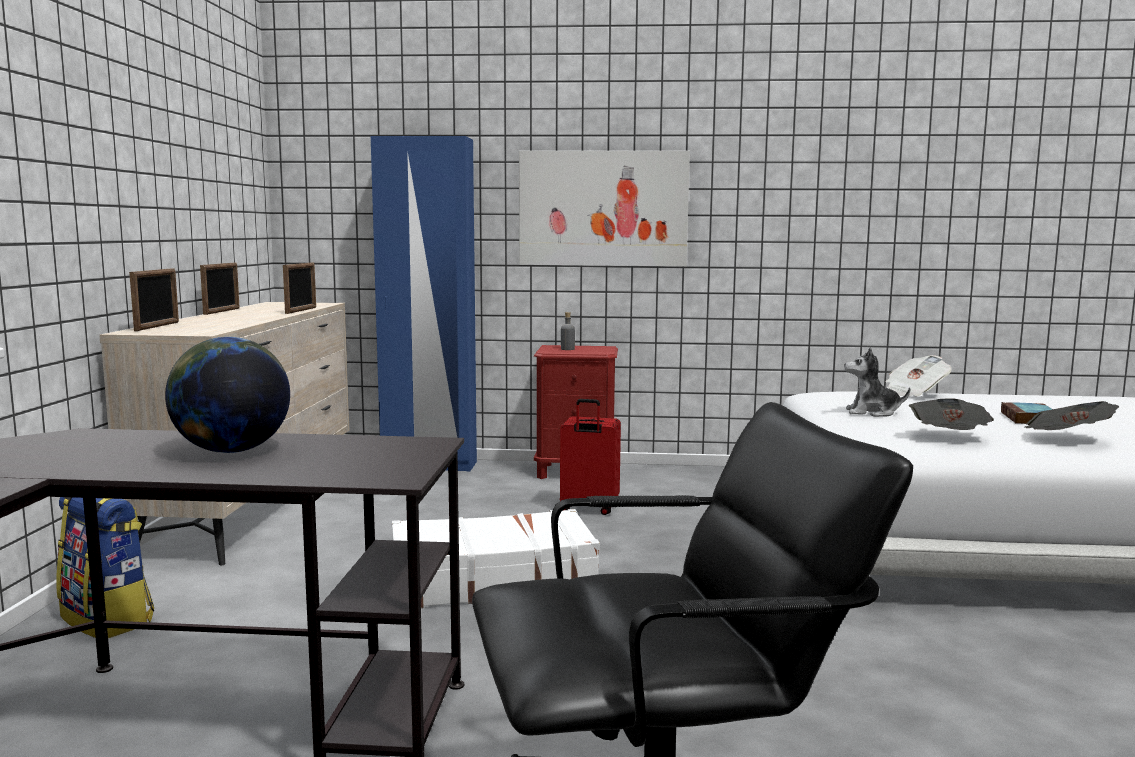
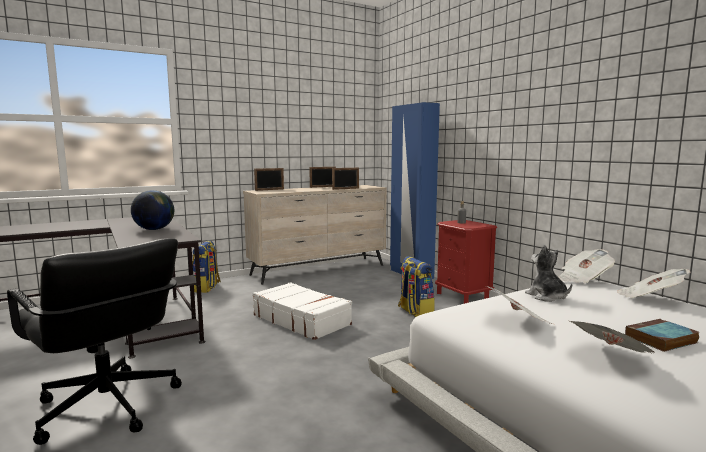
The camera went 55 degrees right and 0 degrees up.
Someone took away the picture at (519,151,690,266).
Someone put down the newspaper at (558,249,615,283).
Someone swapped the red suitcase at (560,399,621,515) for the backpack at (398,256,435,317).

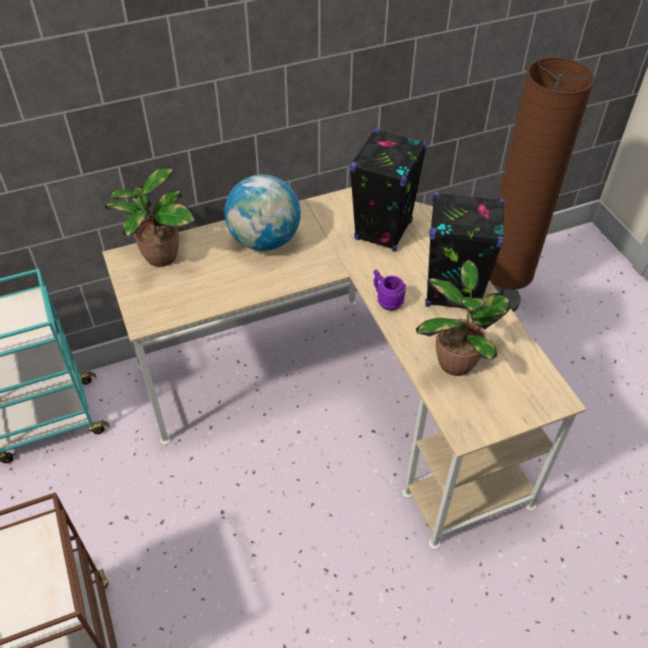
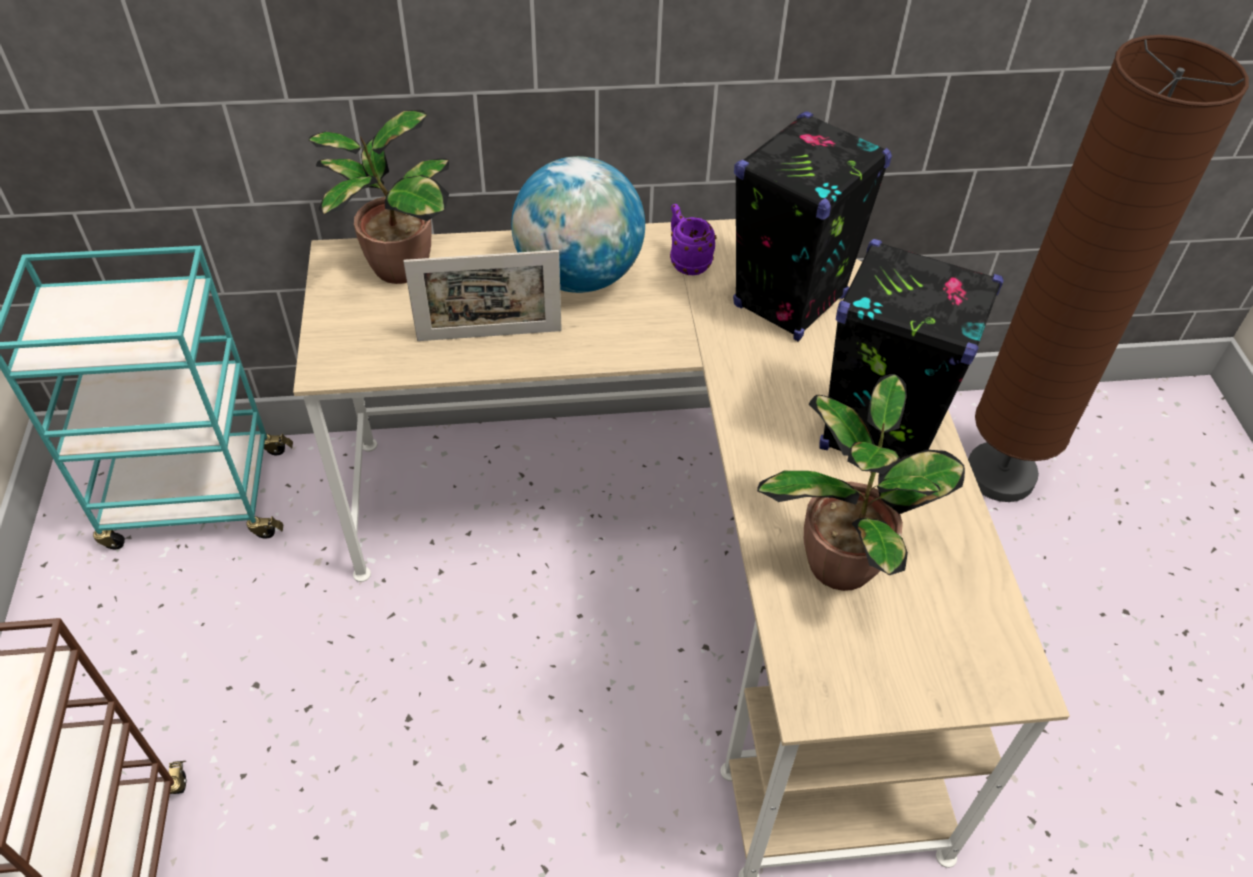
The camera went 15 degrees right and 0 degrees up.
Someone put down the picture frame at (403,250,562,341).
Someone carried the purple mug from (373,270,406,311) to (670,204,717,275).

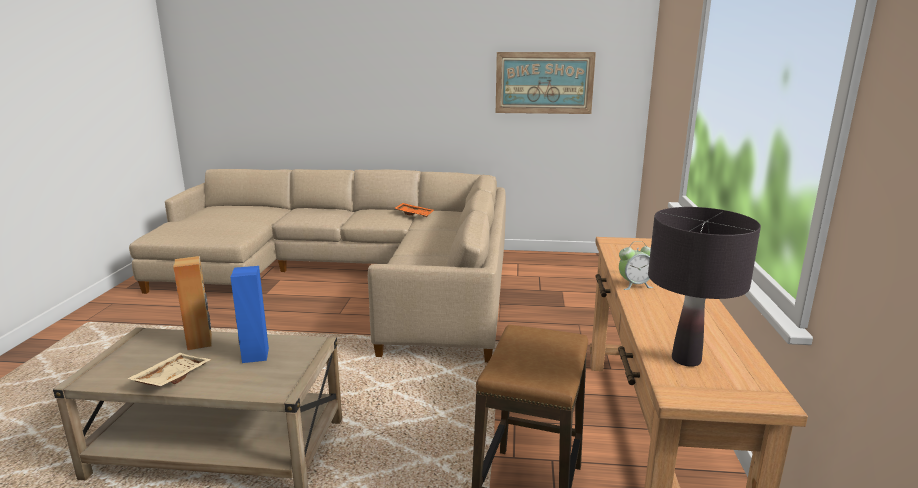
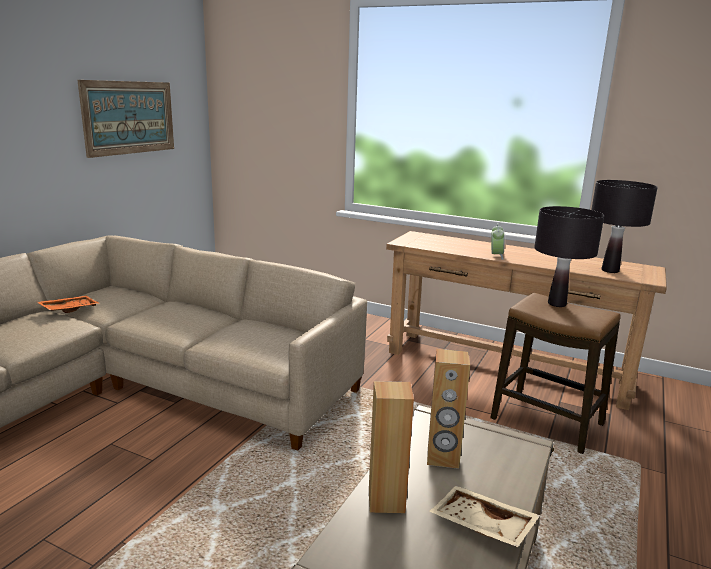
The camera went 70 degrees left and 0 degrees up.
Someone put down the black table lamp at (534,206,604,307).
Someone repainted the blue speaker at (230,266,269,363), which became the brown speaker at (427,349,470,469).

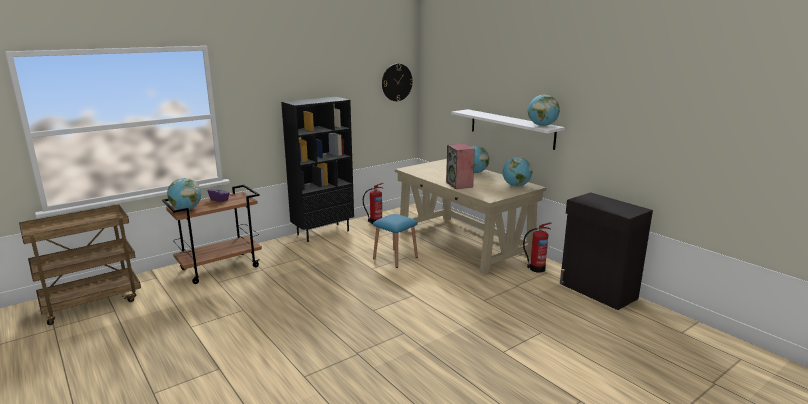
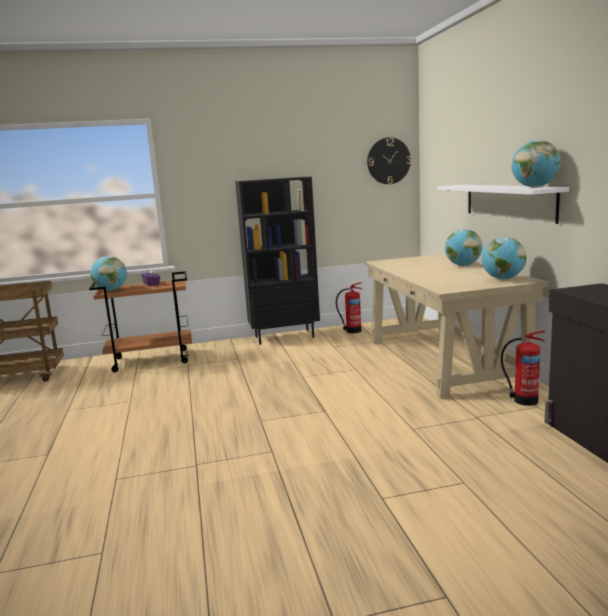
The camera went 25 degrees right and 5 degrees down.
Someone took away the blue stool at (373,214,418,268).
Someone took away the speaker at (446,144,475,189).

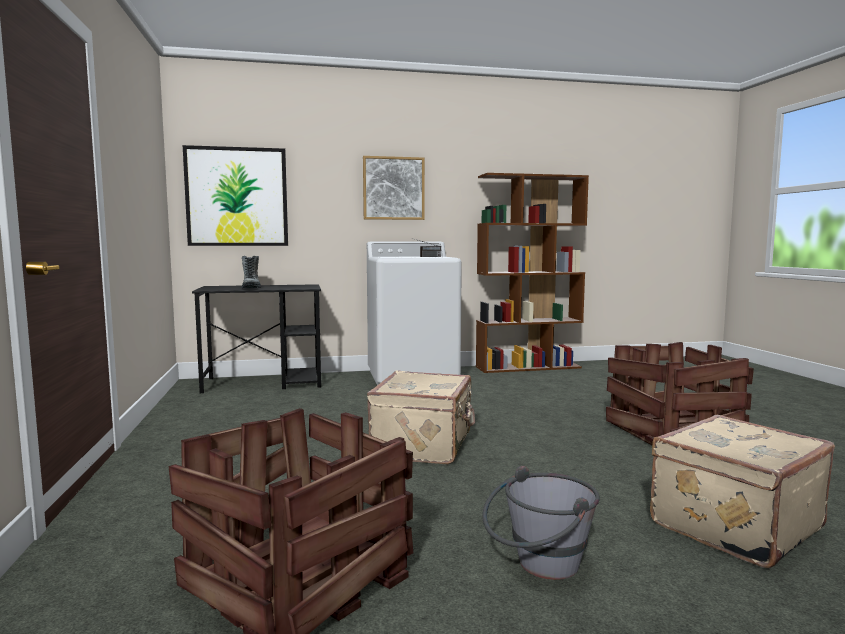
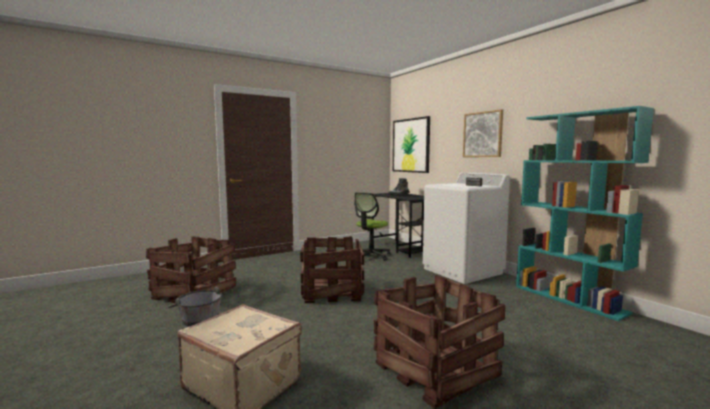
The camera went 70 degrees right and 0 degrees up.
Someone put down the office chair at (354,192,390,261).
Someone swapped the beige suitcase at (367,370,475,464) for the crate at (300,236,364,303).
Someone repainted the brown bookcase at (476,173,589,373), which became the turquoise bookcase at (516,106,654,321).

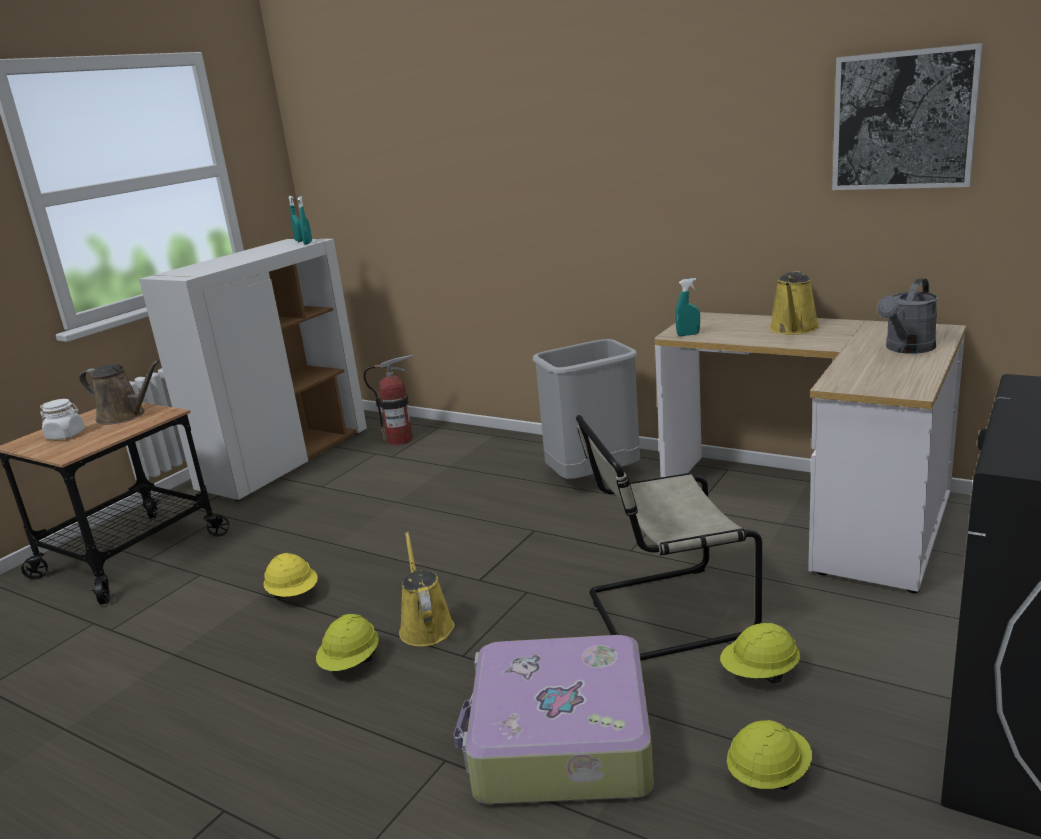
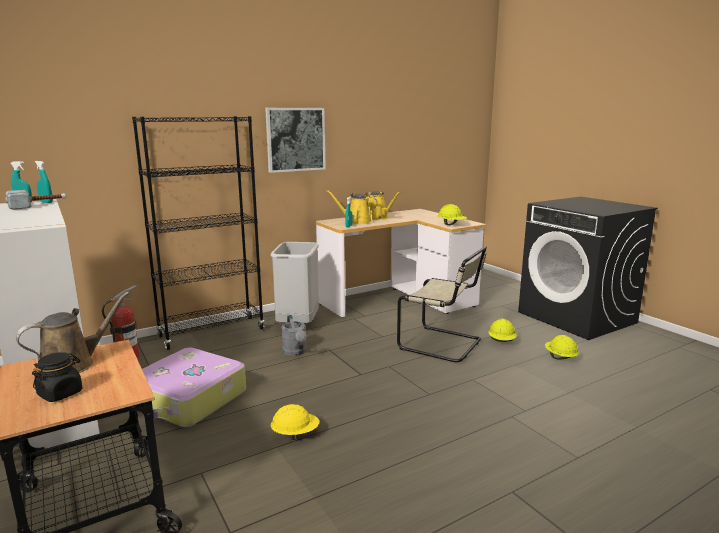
The camera went 65 degrees left and 5 degrees down.
Someone put down the hammer at (5,190,67,210).
Someone put down the black bookcase at (132,116,264,350).
Someone carried the yellow hard hat from (316,614,379,671) to (438,204,467,225).
Someone carried the yellow watering can from (399,532,454,647) to (327,190,378,224).
Someone carried the suitcase from (454,635,654,804) to (142,348,246,427).
Someone carried the picture from (832,43,983,190) to (265,108,326,173).
Someone carried the grey watering can from (877,278,938,354) to (281,315,307,356).
Someone repainted the white jar at (40,399,85,440), which became the black jar at (32,352,83,402).
Someone rotated the beige chair at (576,415,762,661) by 75 degrees counterclockwise.

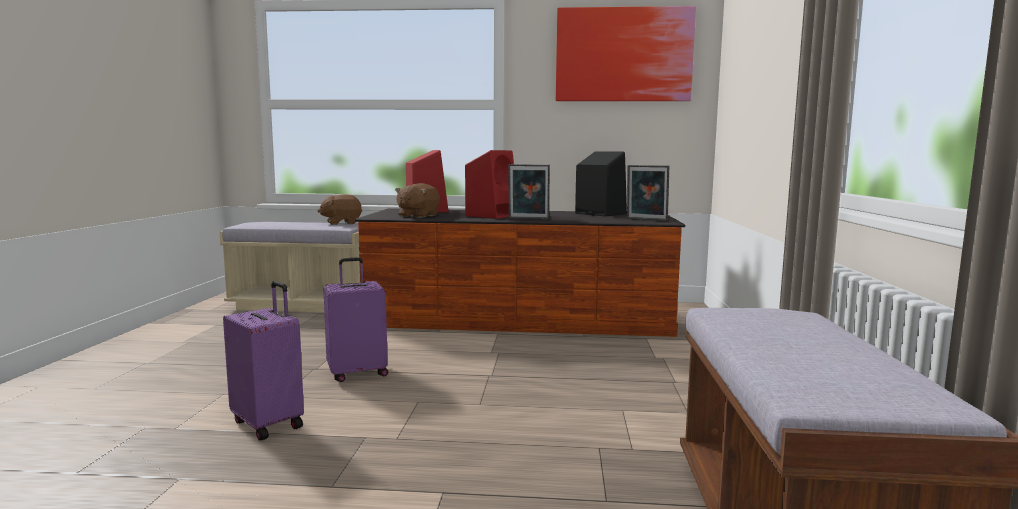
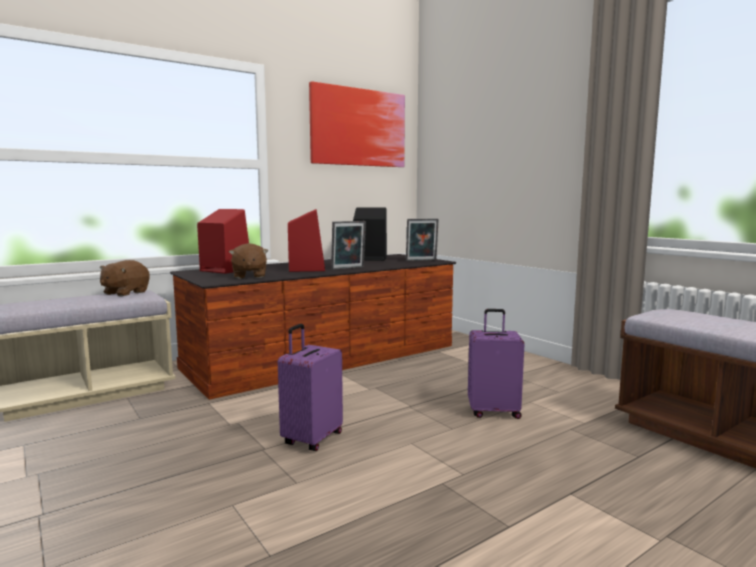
The camera went 40 degrees left and 0 degrees up.
Someone carried the purple suitcase from (223,281,304,441) to (468,309,524,419).

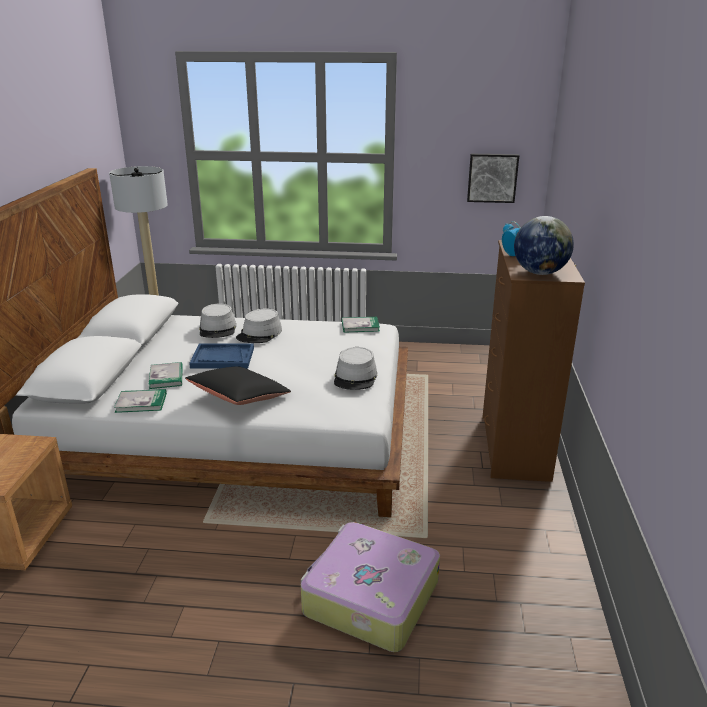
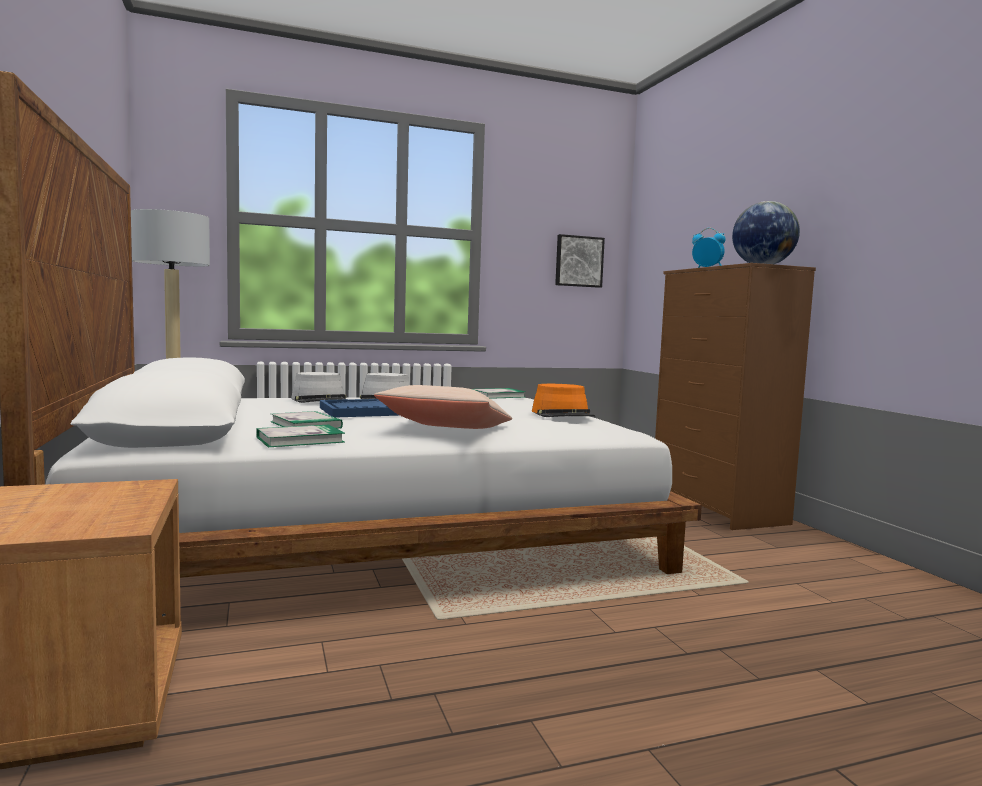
The camera went 25 degrees left and 20 degrees down.
Someone took away the suitcase at (301,522,440,652).
Someone repainted the black pillow at (185,366,291,405), which became the beige pillow at (374,385,512,429).
Someone repainted the grey hat at (334,347,377,390), which became the orange hat at (532,384,595,417).

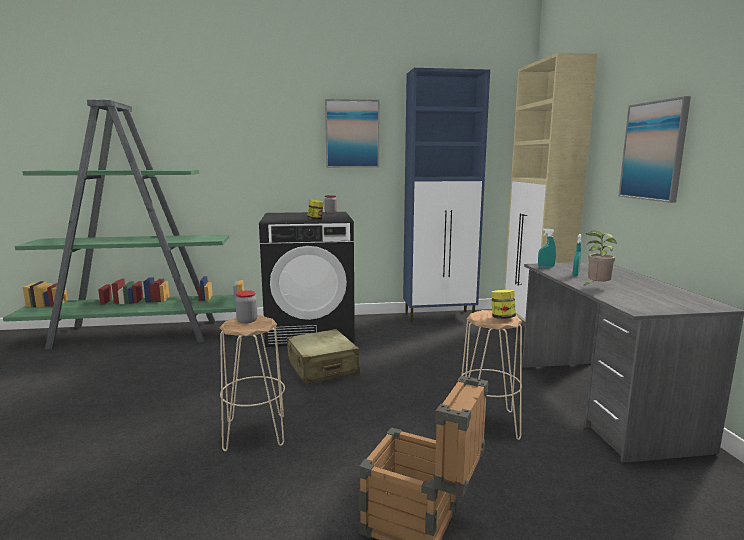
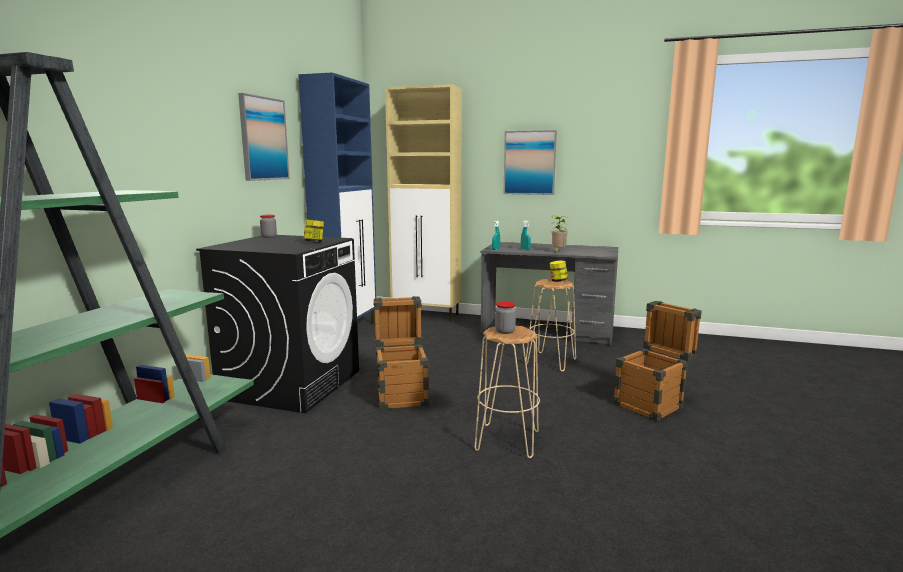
The camera went 65 degrees left and 0 degrees up.
Someone swapped the beige suitcase at (287,329,360,384) for the crate at (374,296,429,410).

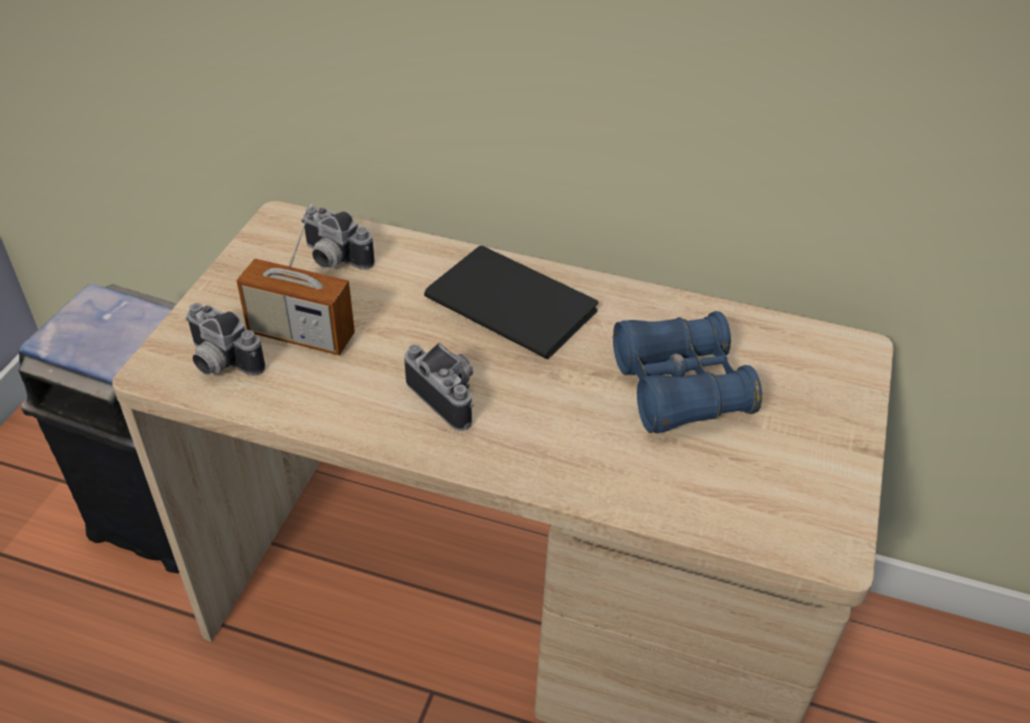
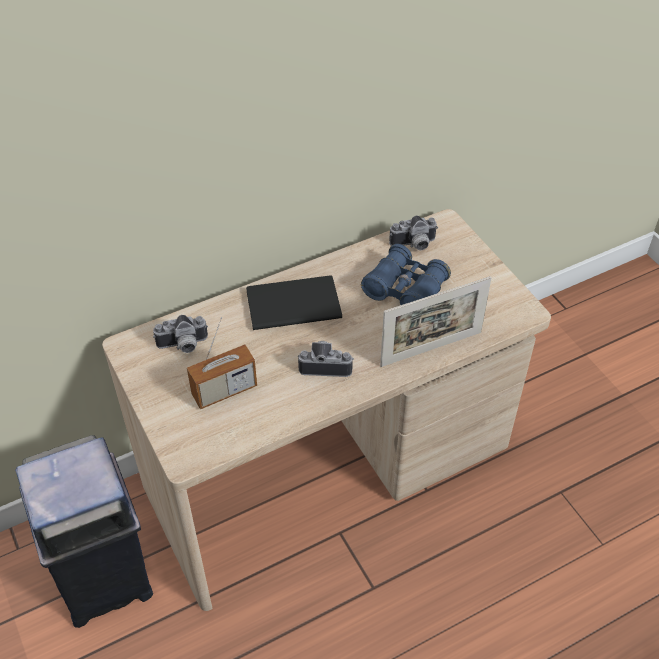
The camera went 45 degrees left and 5 degrees up.
Someone put down the picture frame at (380,276,492,367).
Someone carried the photo camera from (185,303,265,376) to (389,215,438,250).

